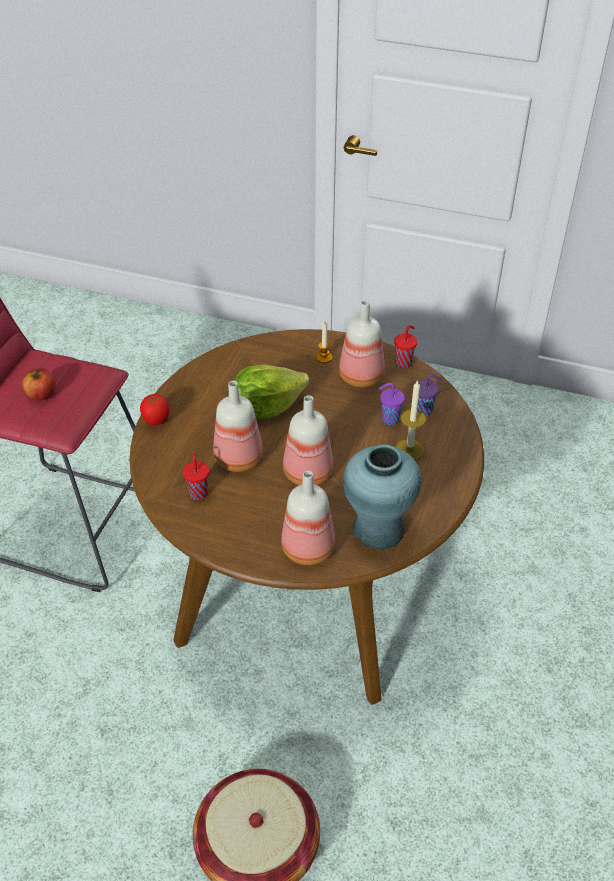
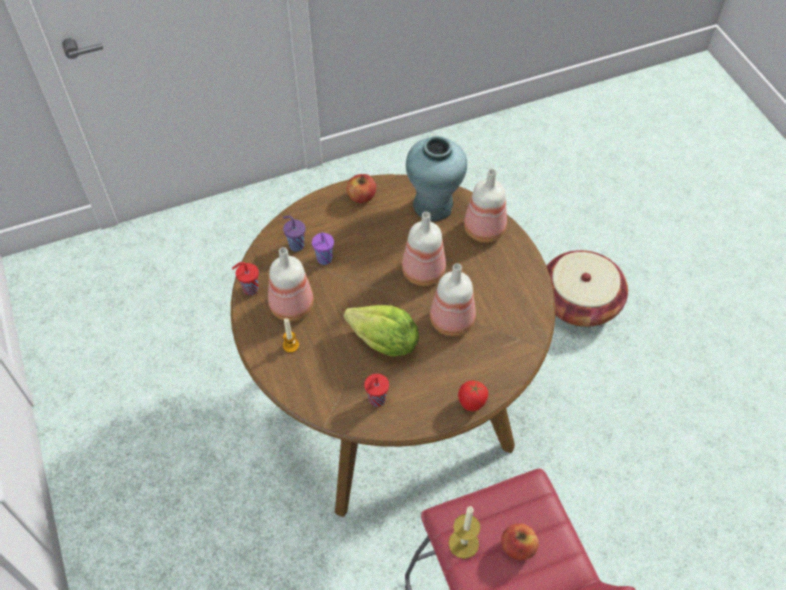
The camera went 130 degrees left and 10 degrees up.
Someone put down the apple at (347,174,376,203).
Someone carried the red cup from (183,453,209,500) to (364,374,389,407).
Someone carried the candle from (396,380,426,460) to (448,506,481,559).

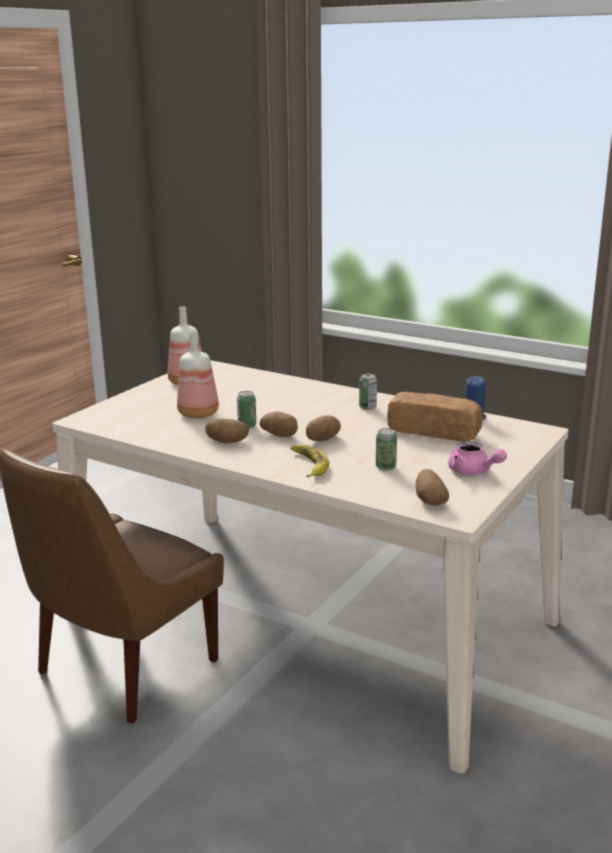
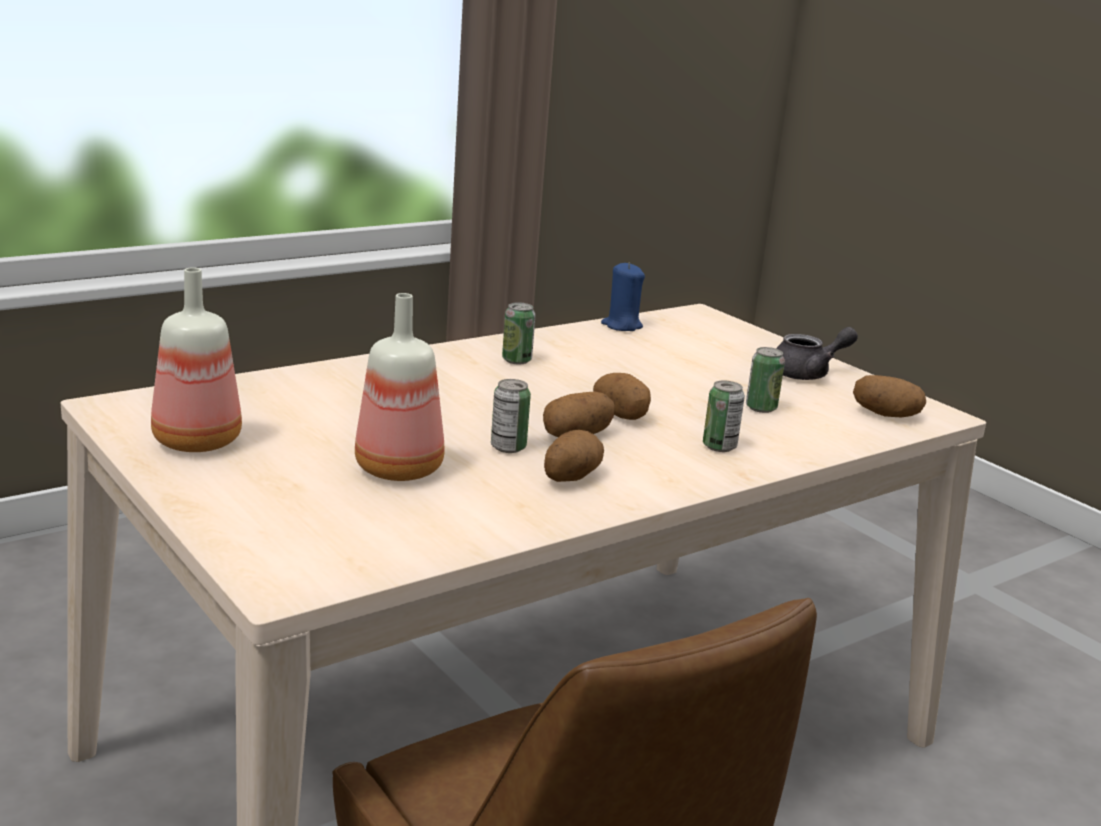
The camera went 70 degrees left and 0 degrees up.
Someone took away the bread at (387,392,483,442).
Someone swapped the banana at (291,445,330,477) for the can at (703,380,745,452).
Someone repainted the pink teapot at (448,441,507,475), which became the grey teapot at (776,327,858,380).

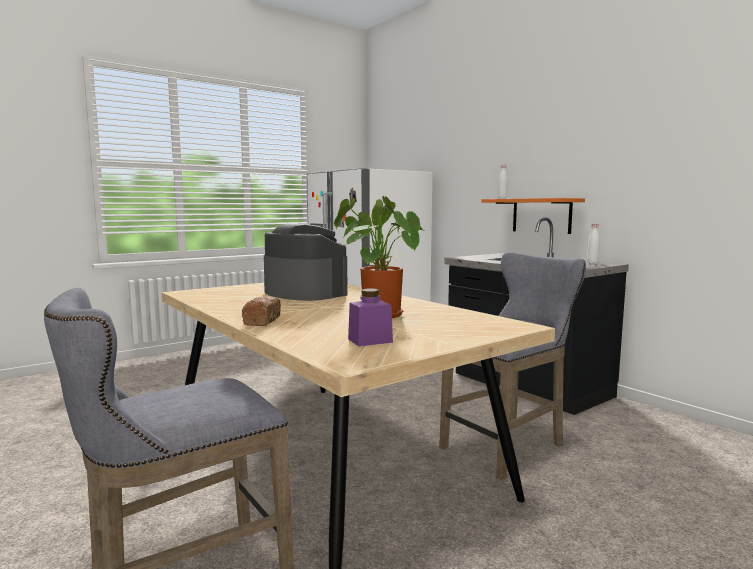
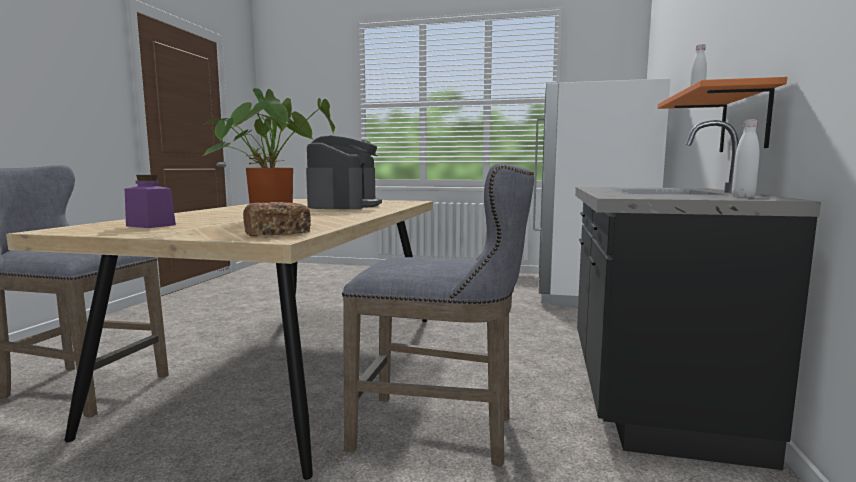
The camera went 50 degrees right and 0 degrees up.
Someone carried the bread from (242,296,281,326) to (243,202,311,236).

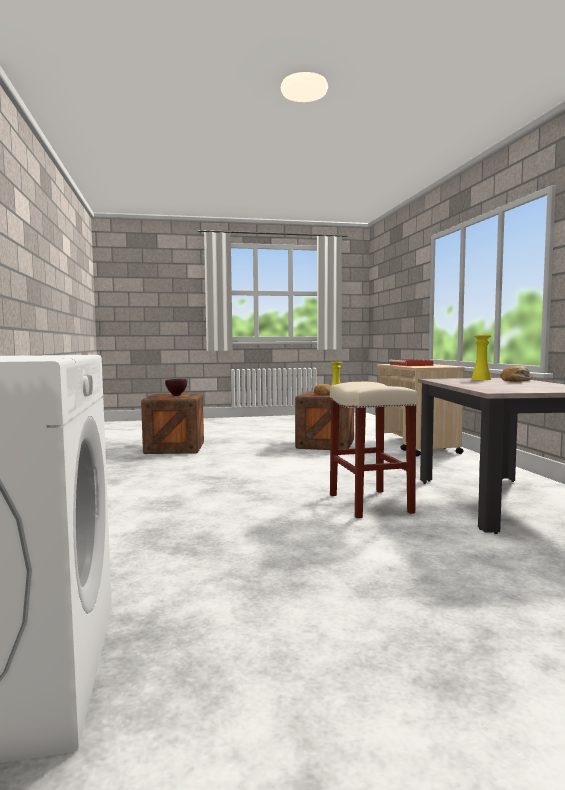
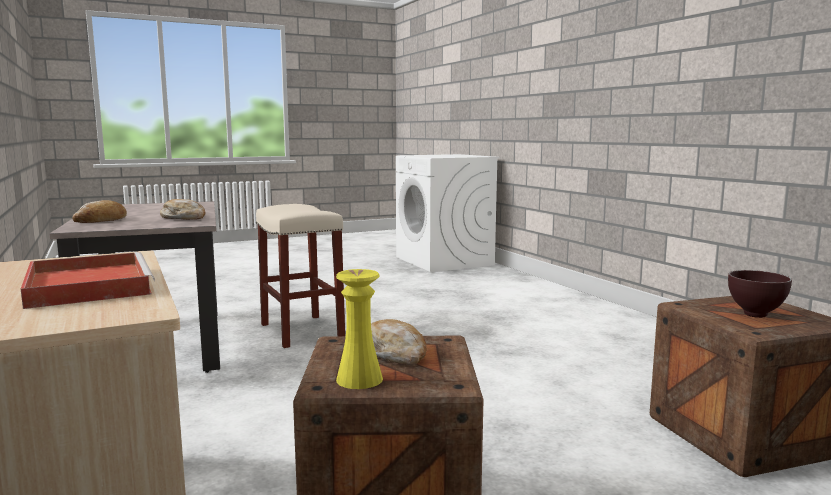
The camera went 165 degrees right and 5 degrees up.
Someone took away the yellow vase at (471,335,492,380).
Someone put down the bread at (160,199,205,220).

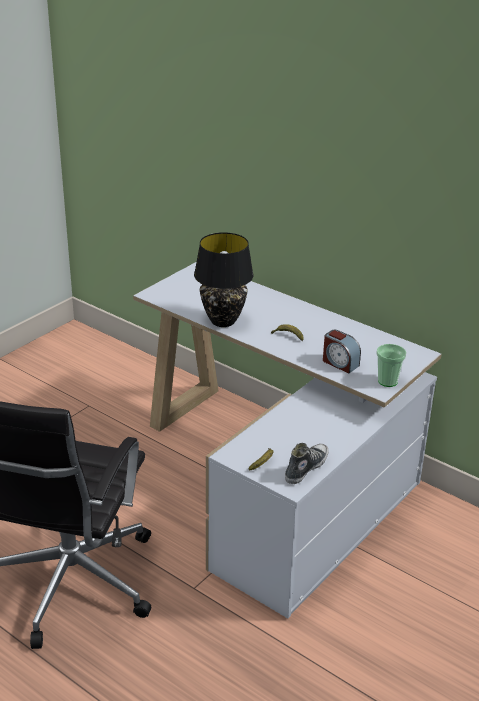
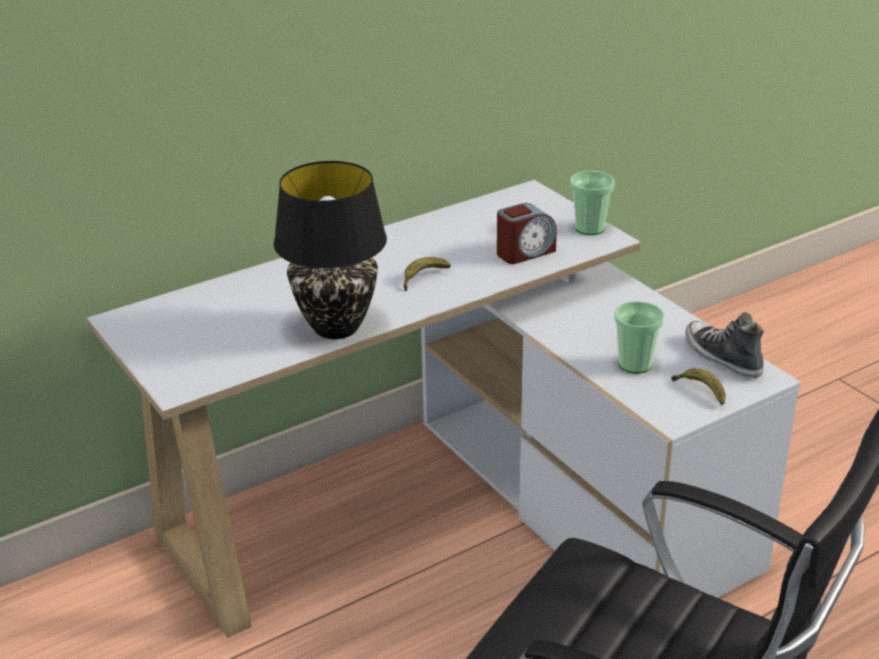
The camera went 70 degrees left and 0 degrees up.
Someone put down the cup at (614,301,665,374).

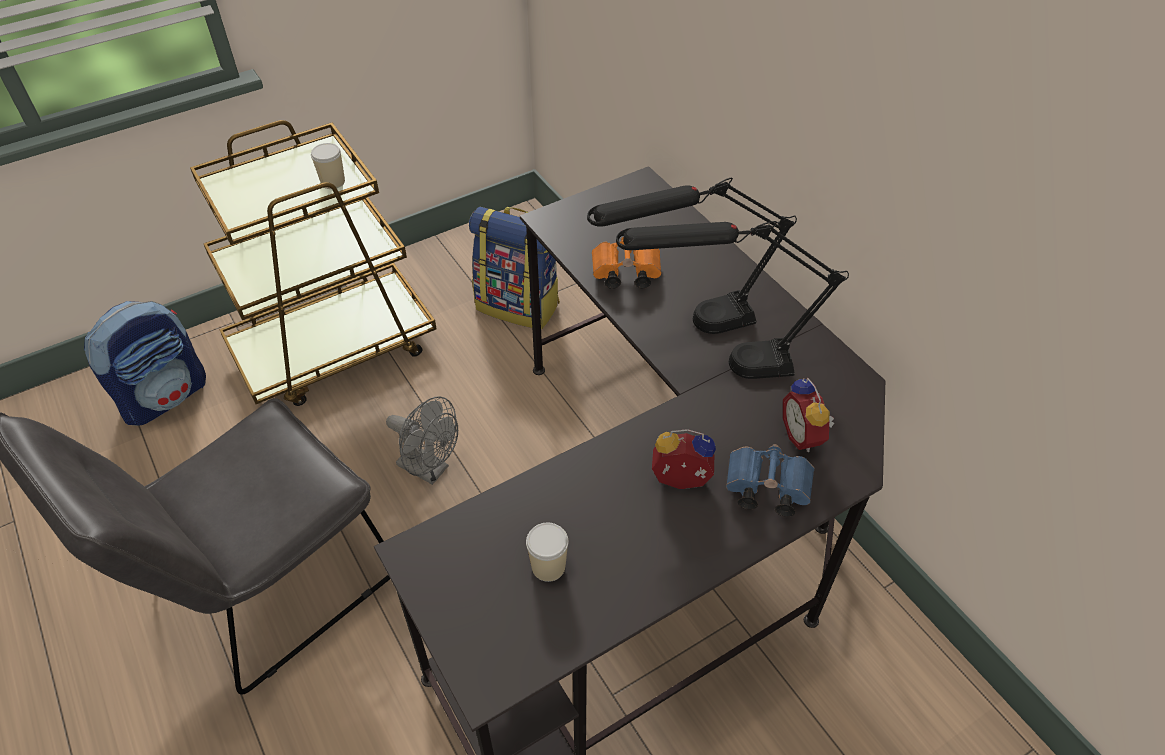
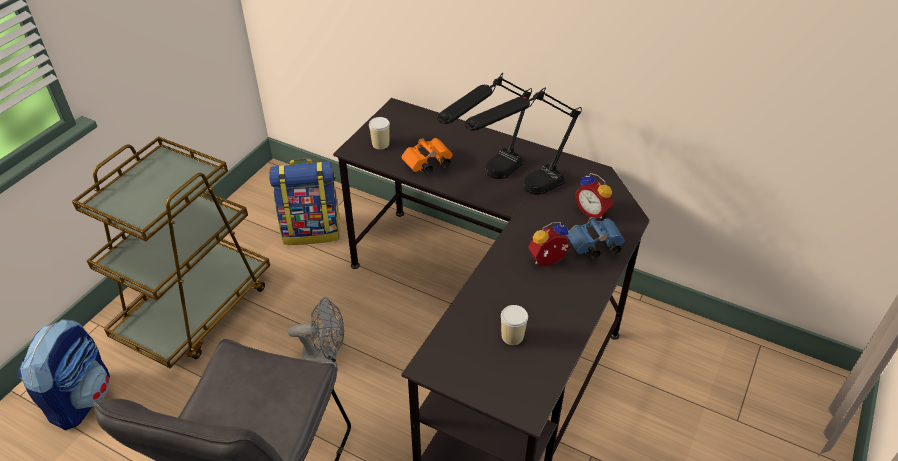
The camera went 30 degrees left and 5 degrees down.
Someone carried the cup from (311,143,345,189) to (369,117,390,150).

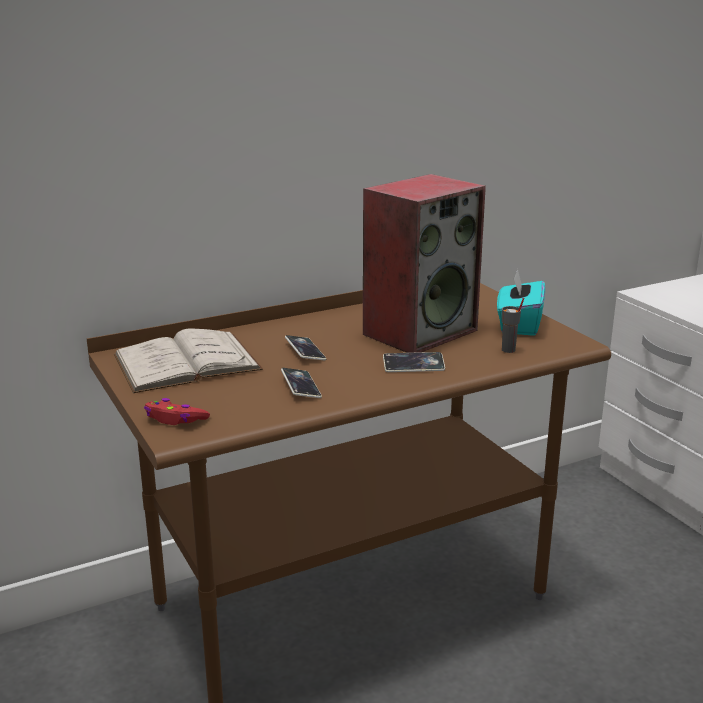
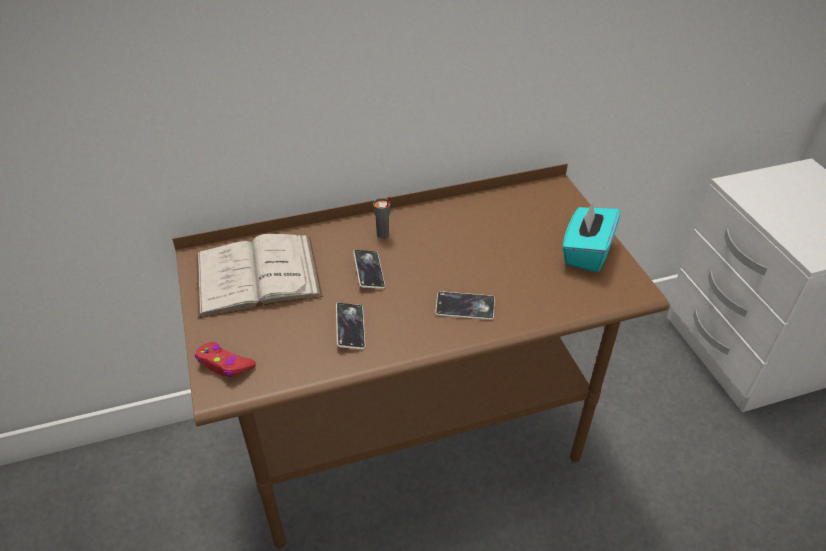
The camera went 10 degrees right and 20 degrees up.
Someone took away the speaker at (363,174,486,353).
Someone carried the grey cup from (502,298,524,353) to (373,197,391,238).

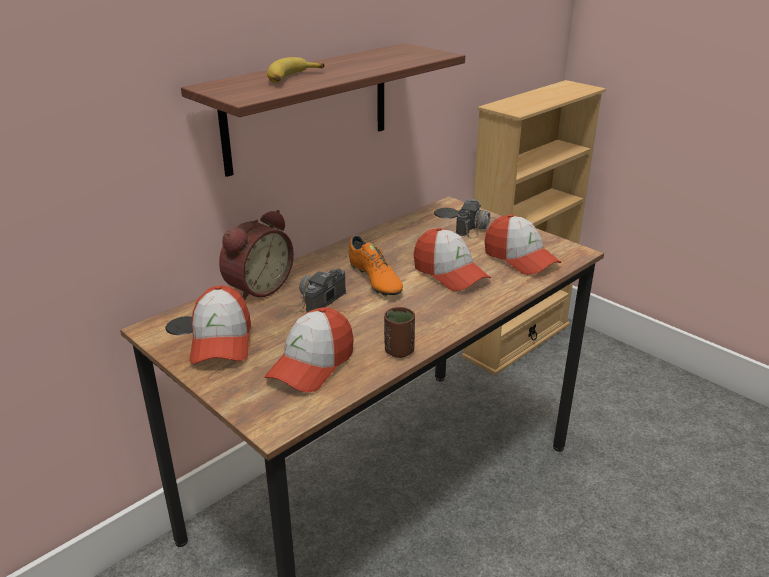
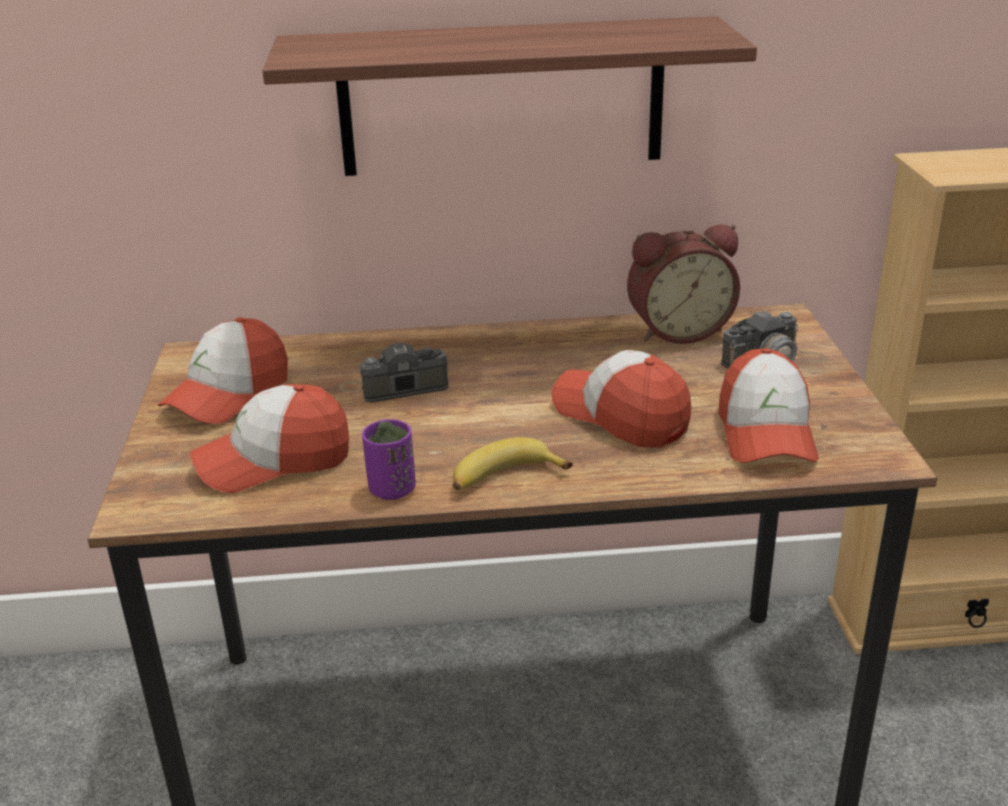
The camera went 40 degrees right and 0 degrees up.
Someone took away the orange shoe at (349,235,403,297).
Someone carried the alarm clock from (219,210,294,300) to (627,224,740,344).
Someone carried the banana from (267,57,324,83) to (453,437,573,490).
Someone repainted the brown cup at (384,307,415,358), which became the purple cup at (362,419,416,500).
Someone rotated the cap at (413,228,491,291) by 135 degrees clockwise.

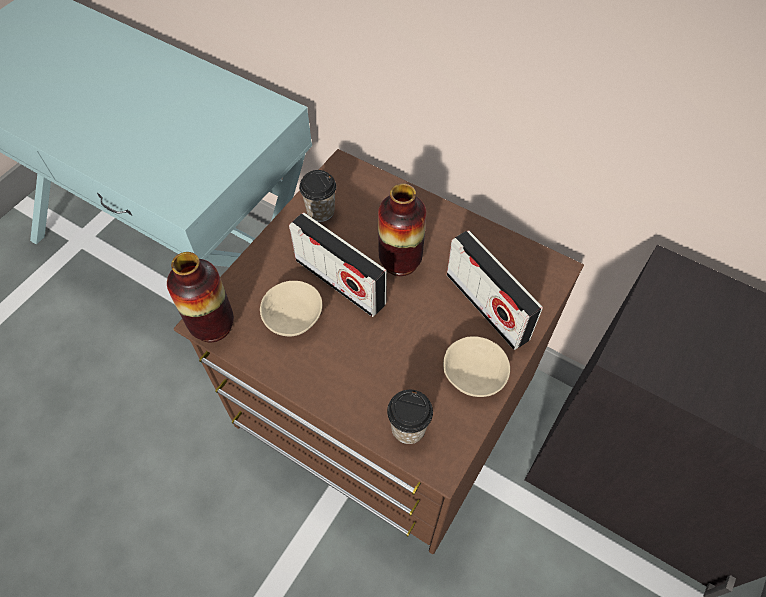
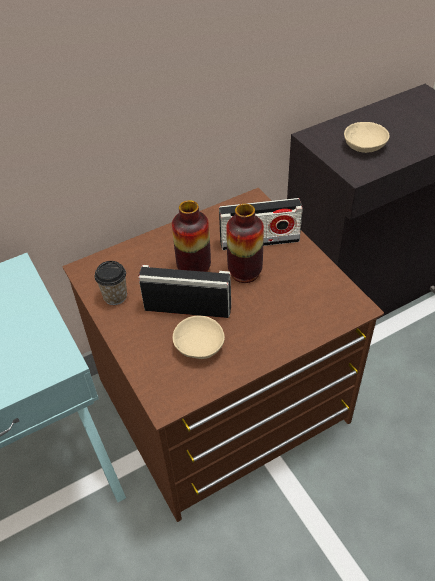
The camera went 60 degrees left and 10 degrees down.
Someone took away the cup at (387,390,433,444).
Someone carried the vase from (167,252,234,342) to (226,204,264,283).
Someone carried the beige bowl from (443,336,510,397) to (344,122,390,153).
Someone rotated the radio at (289,212,387,317) by 150 degrees counterclockwise.

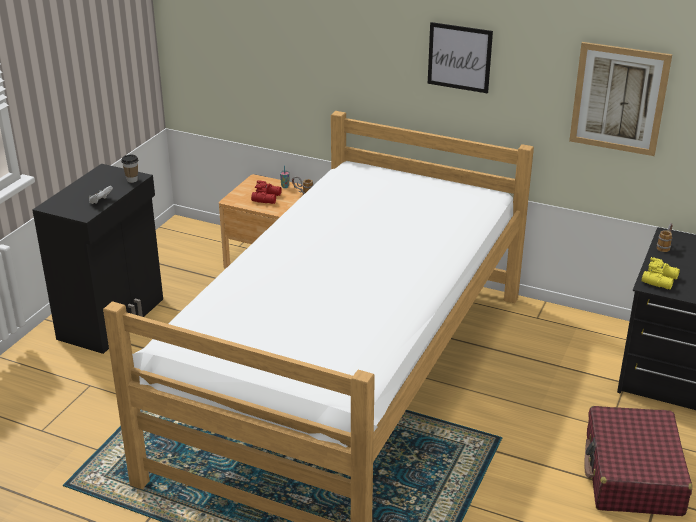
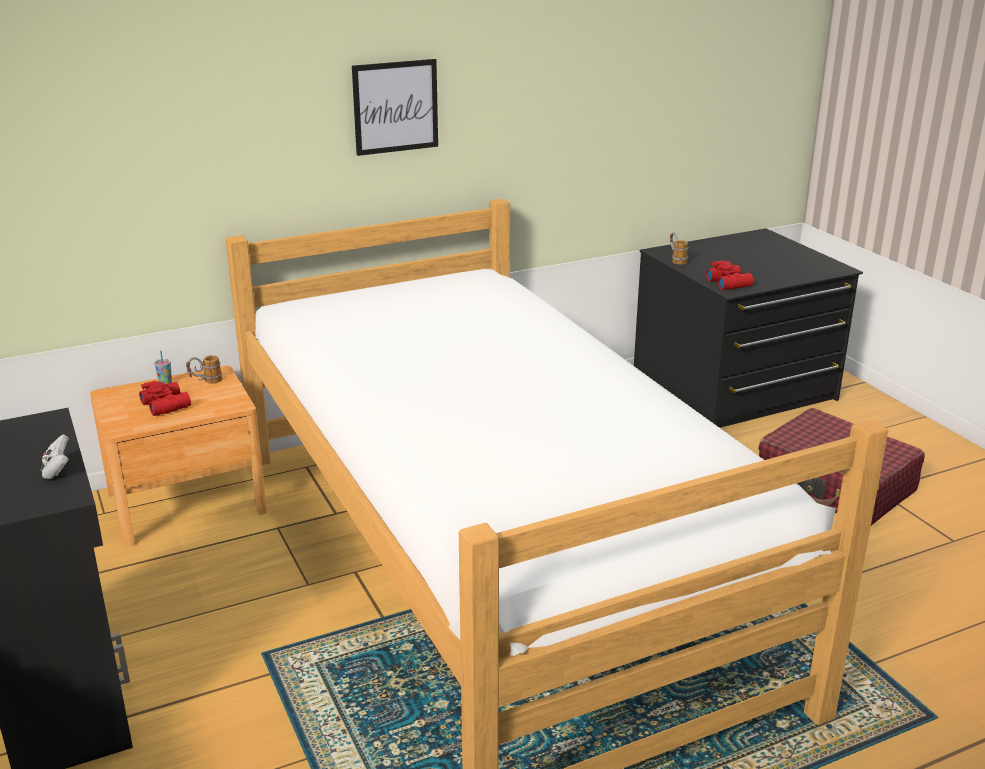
The camera went 50 degrees left and 5 degrees down.
Someone took away the cup at (121,155,138,183).
Someone took away the picture at (569,42,672,156).
Someone repainted the yellow binoculars at (642,257,680,289), which became the red binoculars at (706,261,753,290).

